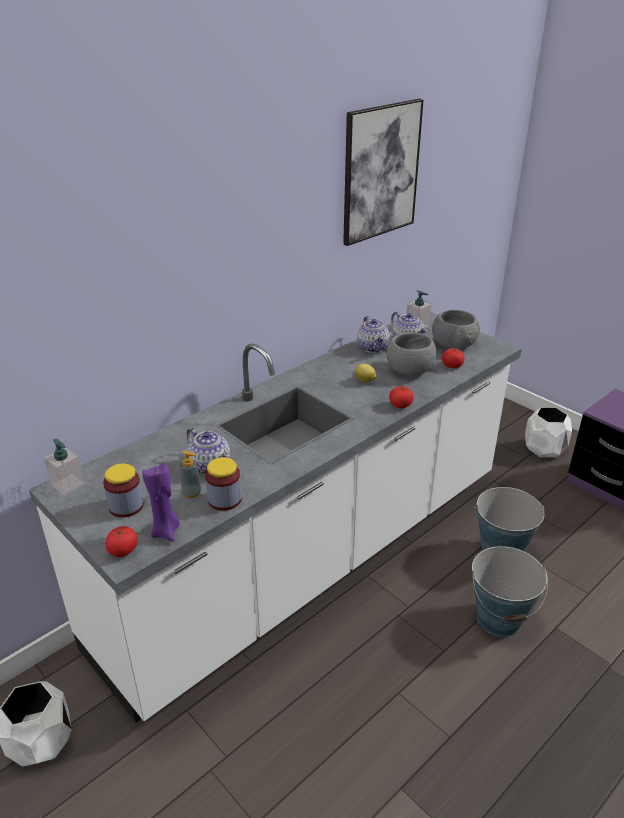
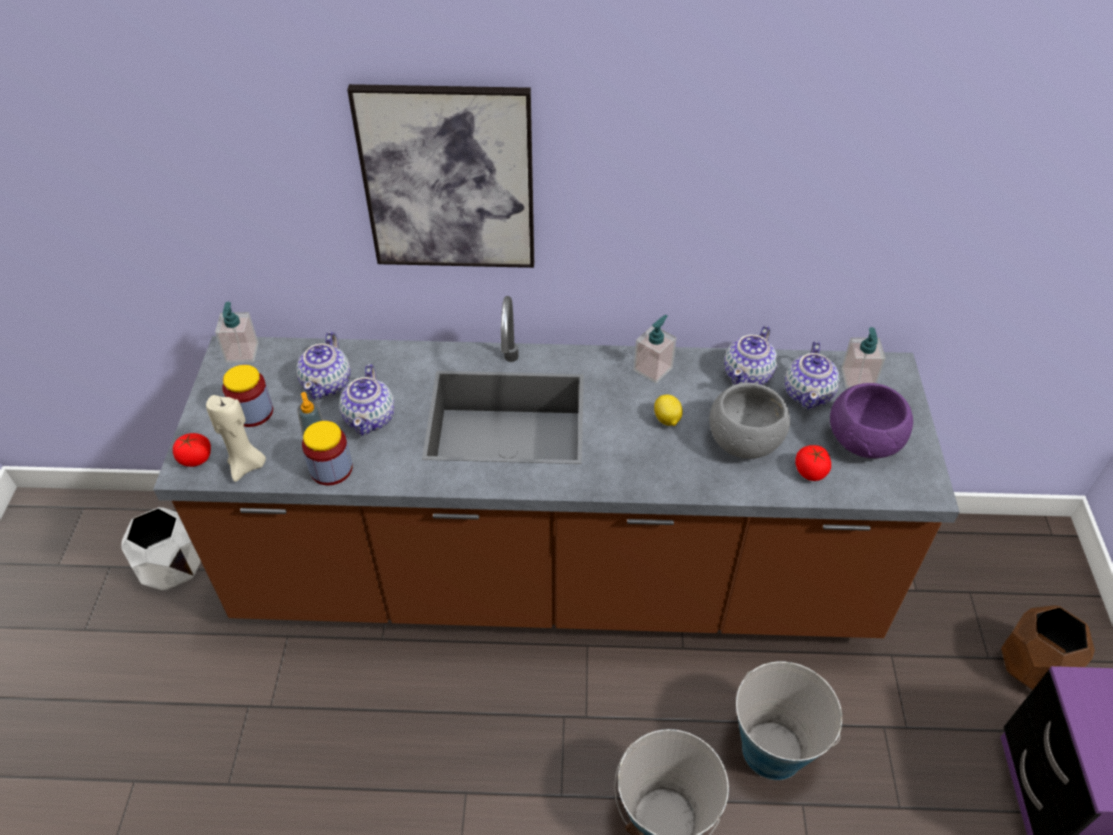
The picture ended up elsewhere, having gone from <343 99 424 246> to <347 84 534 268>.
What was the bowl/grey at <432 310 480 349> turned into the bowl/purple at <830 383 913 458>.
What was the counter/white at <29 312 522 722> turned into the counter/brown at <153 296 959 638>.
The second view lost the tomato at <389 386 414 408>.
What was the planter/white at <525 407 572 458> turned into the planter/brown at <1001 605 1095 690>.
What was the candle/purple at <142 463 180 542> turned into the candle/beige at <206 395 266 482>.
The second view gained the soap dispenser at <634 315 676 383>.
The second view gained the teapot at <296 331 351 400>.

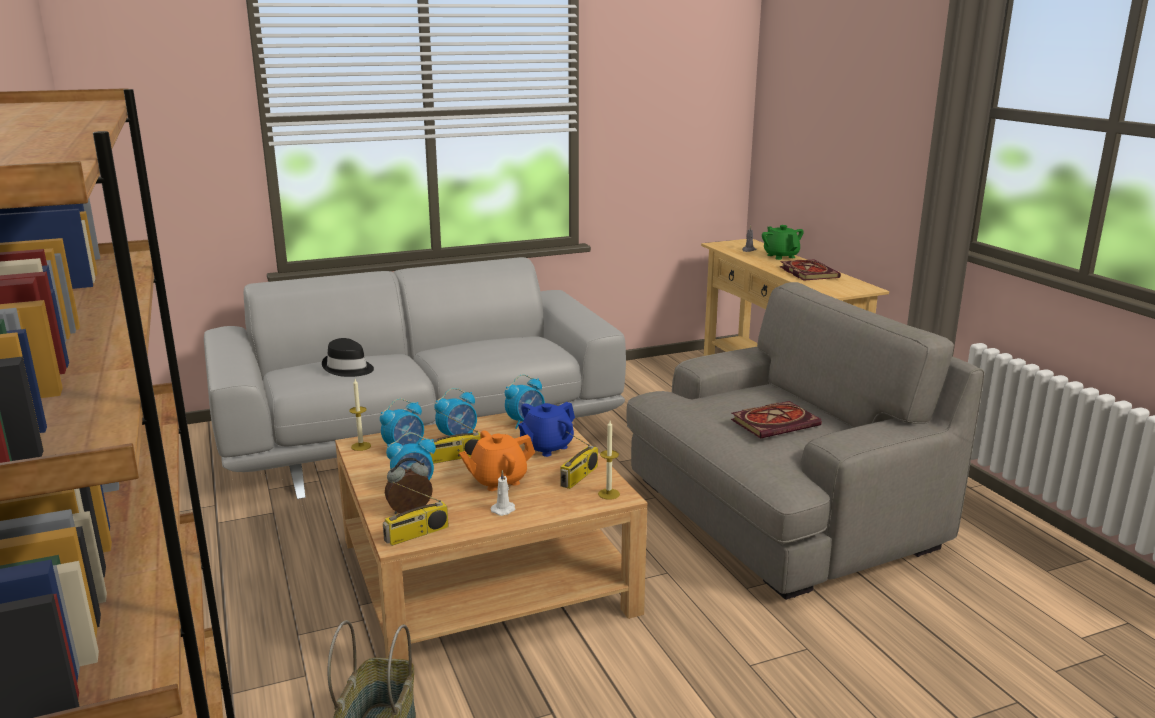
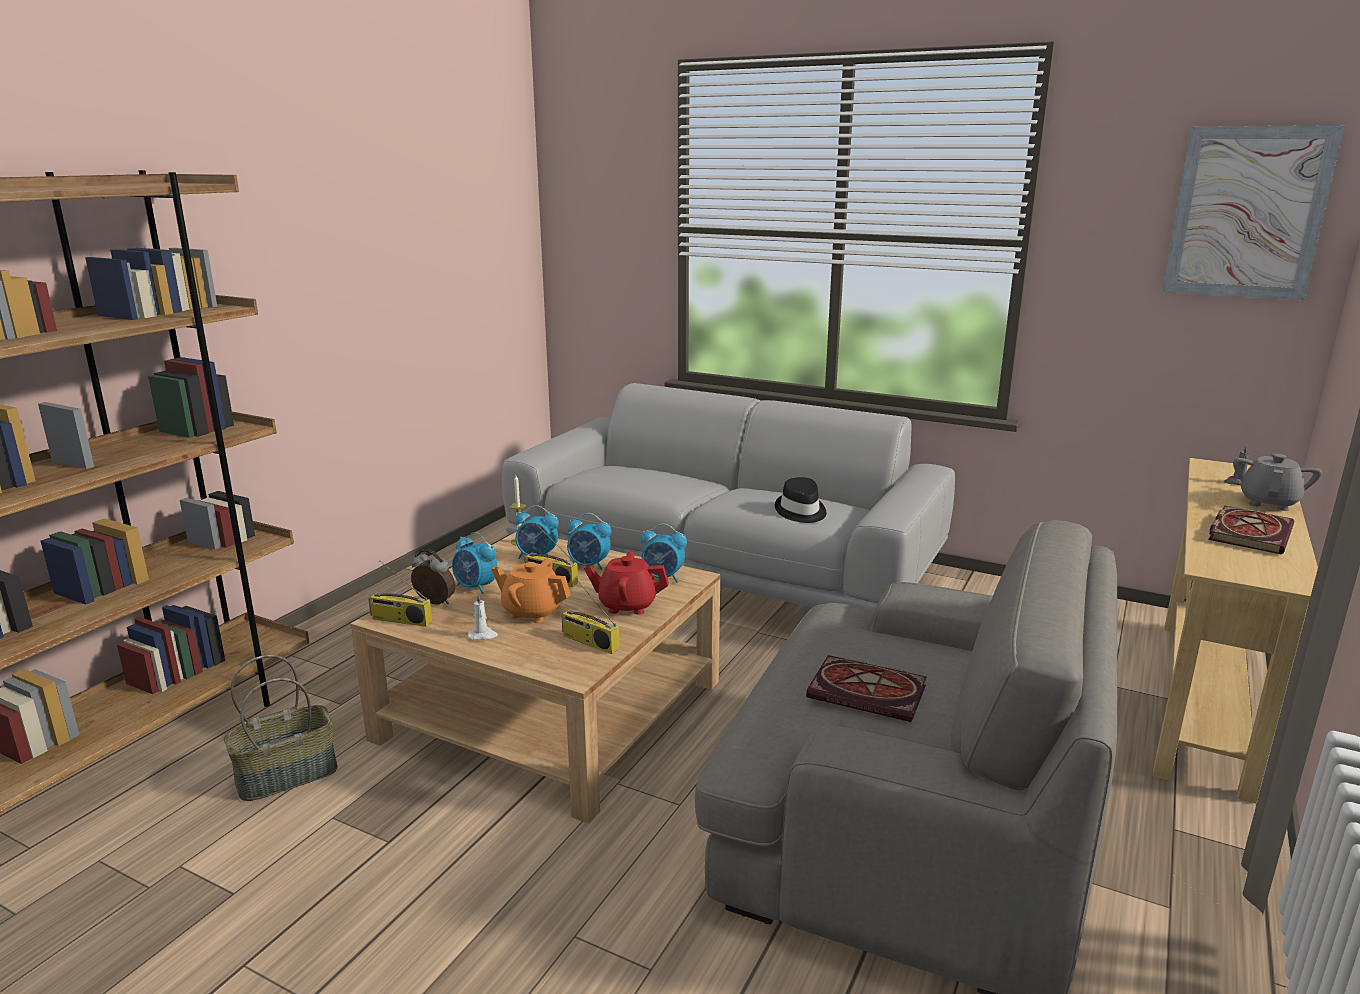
What was the teapot/green at <762 225 804 260> turned into the teapot/grey at <1233 453 1322 511>.
The hat/black ended up elsewhere, having gone from <322 338 374 377> to <775 477 827 523>.
What was the teapot/blue at <518 402 575 457> turned into the teapot/red at <584 552 669 615>.
The second view lost the candle at <598 421 620 500>.
The radio at <560 431 598 489> ended up facing another way, 45 degrees clockwise from before.
The second view gained the picture at <1162 125 1344 301>.

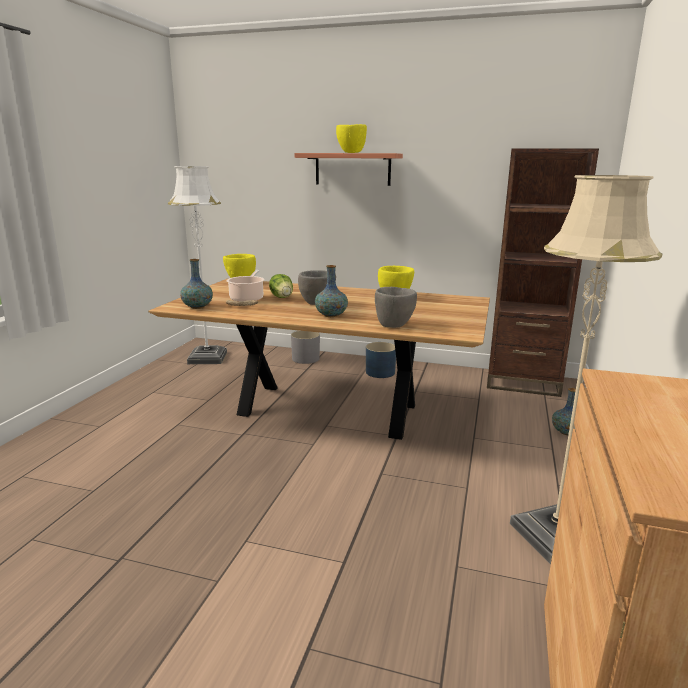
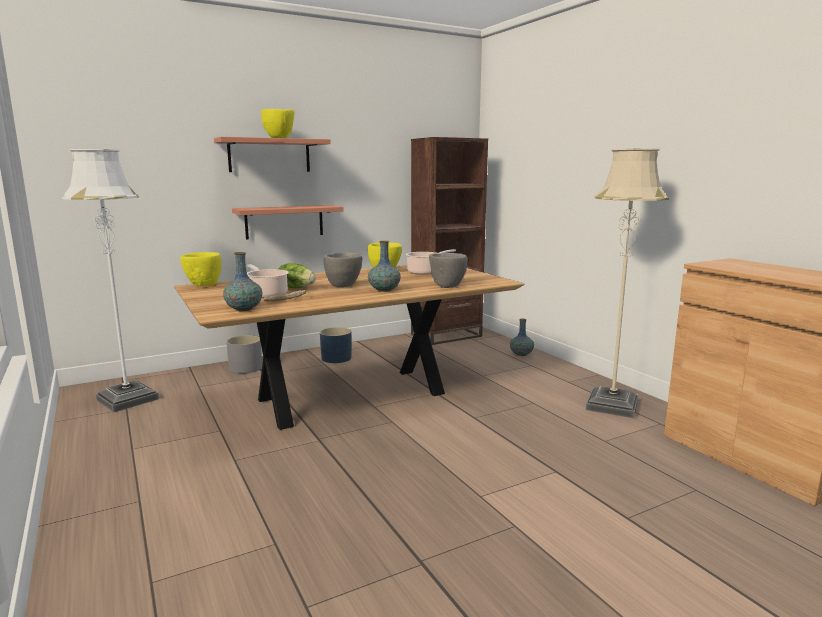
The second view gained the shelf at <232 205 344 239>.
The second view gained the cooking pot at <406 249 456 275>.

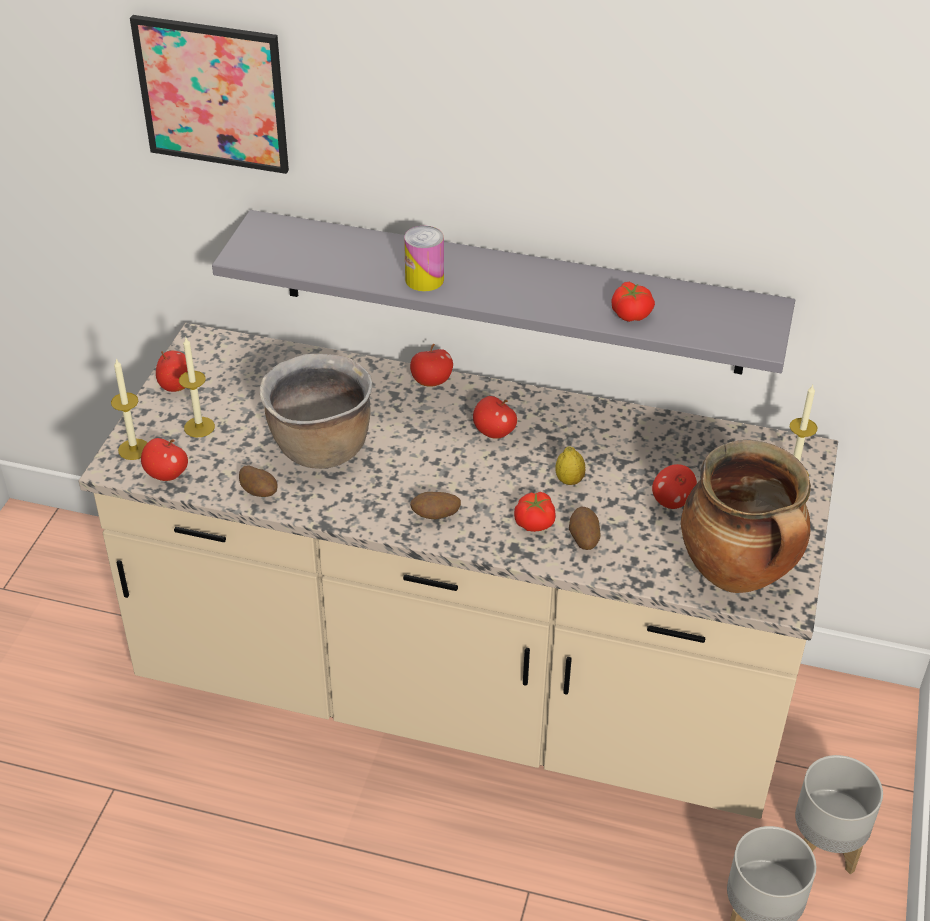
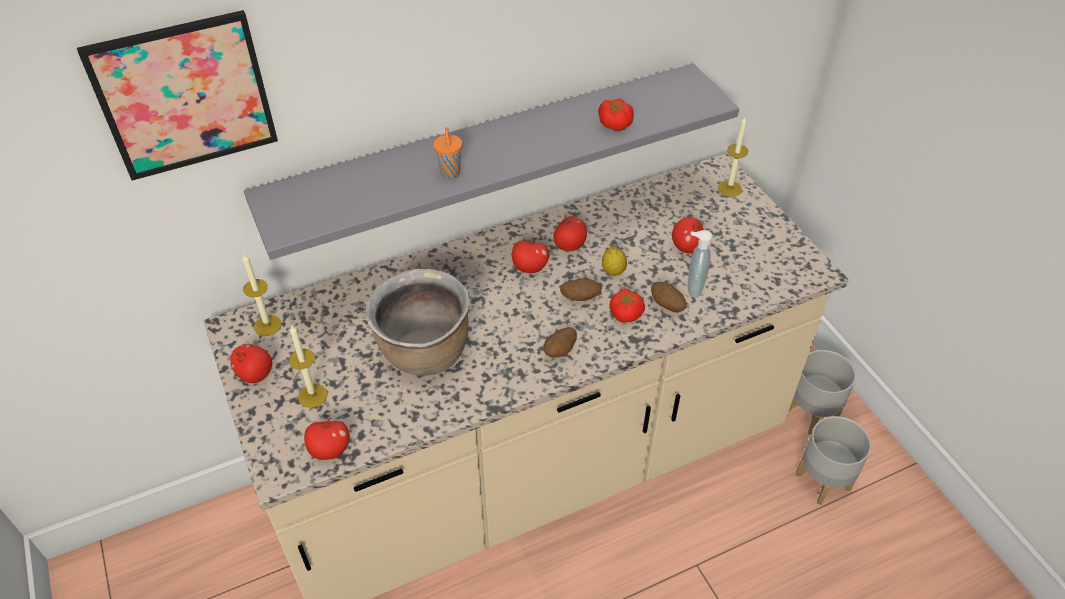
Where the can stood at <404 226 444 292>, the cup/orange came to stand at <433 127 462 179>.
The apple ended up elsewhere, having gone from <410 344 453 387> to <553 215 587 251>.
The candle ended up elsewhere, having gone from <111 359 147 460> to <243 254 281 336>.
The second view lost the cooking pot at <681 440 811 593>.
The potato ended up elsewhere, having gone from <239 466 277 497> to <560 278 602 301>.
The second view gained the soap dispenser at <688 230 713 298>.

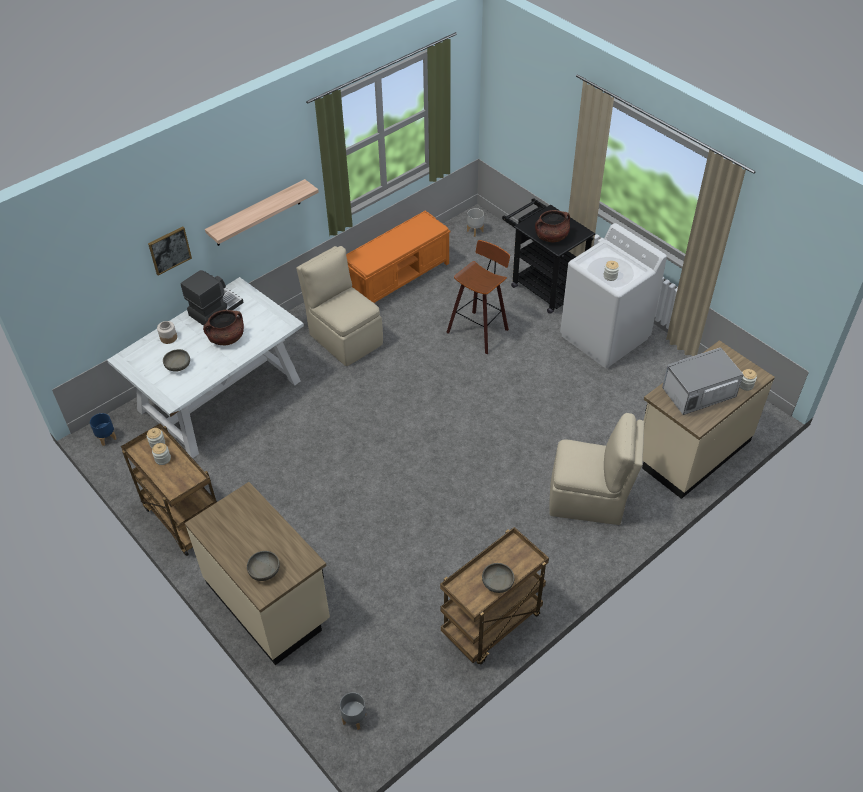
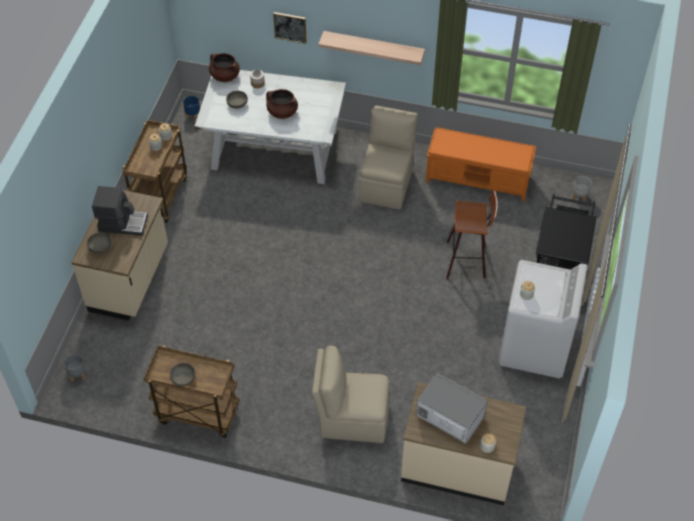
The cooking pot/brown ended up elsewhere, having gone from <535 210 570 242> to <209 53 240 82>.
The coffee machine ended up elsewhere, having gone from <181 270 244 326> to <92 186 148 236>.
The chair/beige at <549 413 644 525> ended up facing another way, 120 degrees clockwise from before.

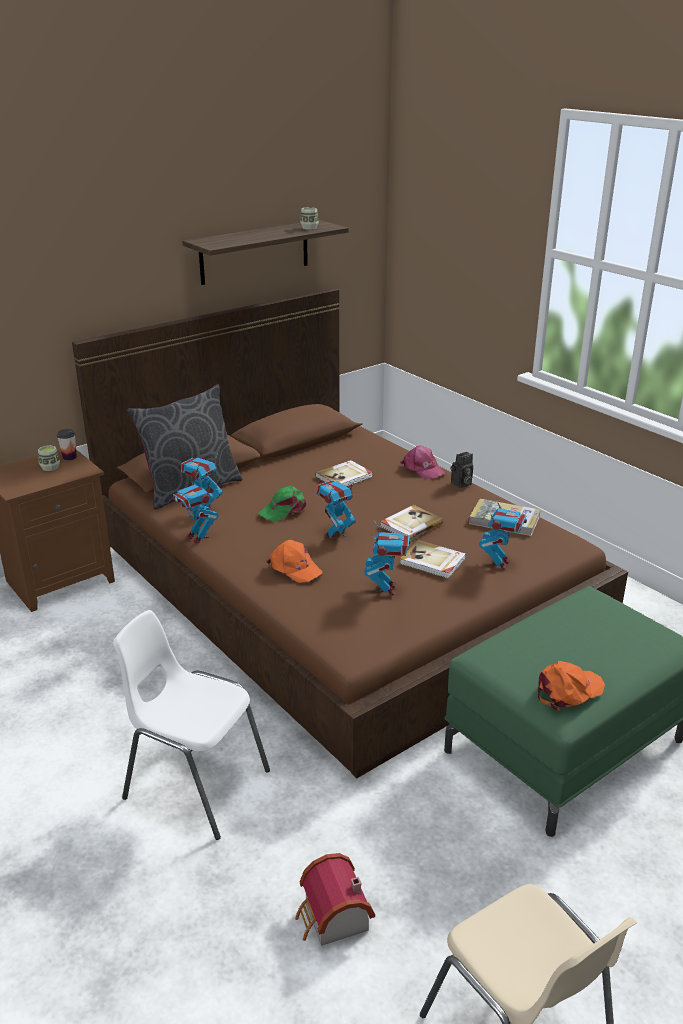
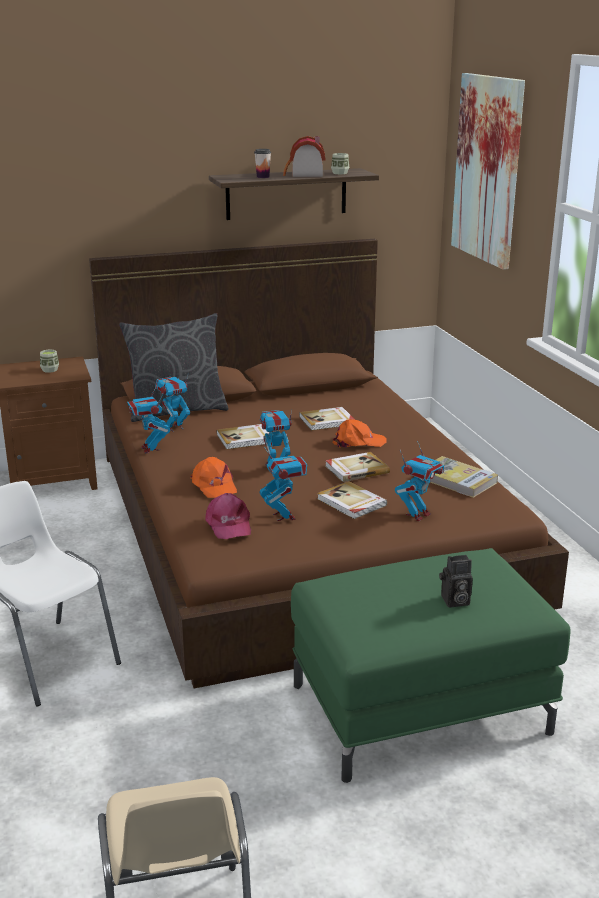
The cup ended up elsewhere, having gone from <57 429 77 461> to <254 149 271 178>.
The cap/pink ended up elsewhere, having gone from <400 446 445 479> to <205 493 251 539>.
The photo camera ended up elsewhere, having gone from <450 452 473 488> to <439 555 473 607>.
Where the cap/green stood at <258 486 307 522>, the book came to stand at <217 424 269 449>.
The toy robot at <364 520 410 595> ended up facing another way, 45 degrees counterclockwise from before.
The cap/orange ended up elsewhere, having gone from <537 661 605 711> to <333 419 387 448>.
The toy house ended up elsewhere, having gone from <295 853 375 946> to <283 136 326 177>.
The second view gained the picture at <451 73 525 270>.

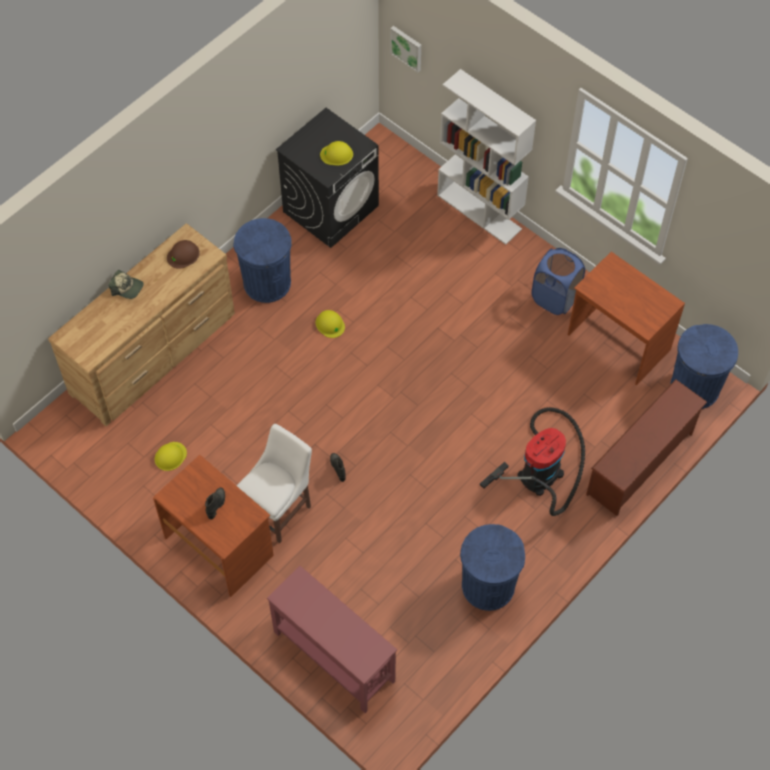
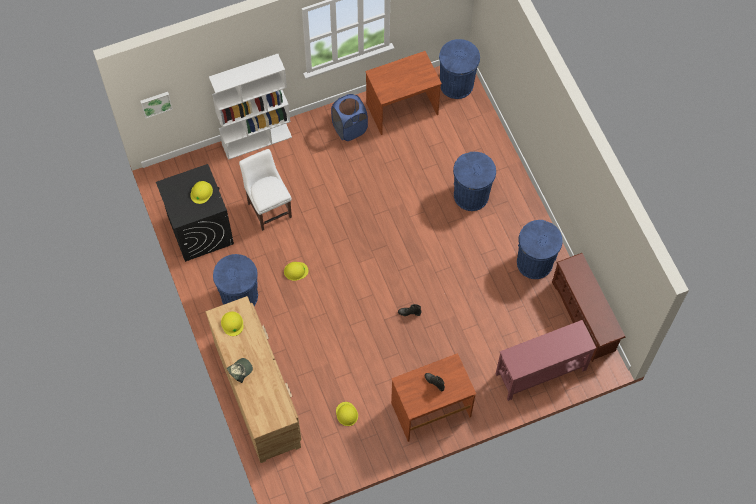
What was the hard hat/brown at <167 240 200 269> turned into the hard hat/yellow at <221 312 244 336>.
The shoe rack/brown ended up elsewhere, having gone from <586 379 707 516> to <552 253 626 362>.
Where the vacuum cleaner stood at <480 407 585 516>, the trash can/blue came to stand at <453 152 496 211>.
The chair/white ended up elsewhere, having gone from <236 424 312 543> to <239 149 292 231>.

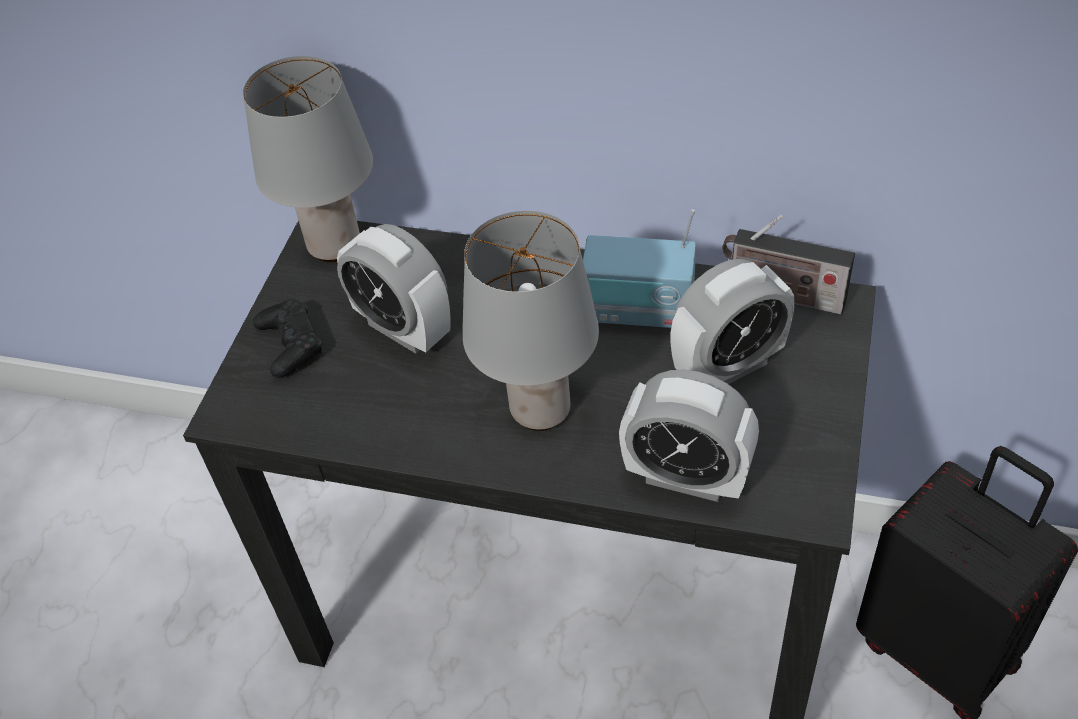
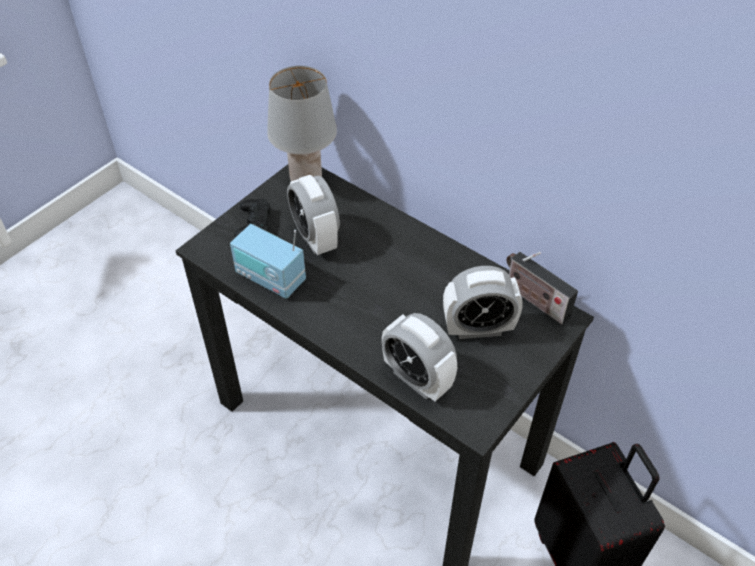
The radio ended up elsewhere, having gone from <583 209 696 328> to <230 224 306 299>.
The second view lost the table lamp/grey at <463 211 599 431>.

